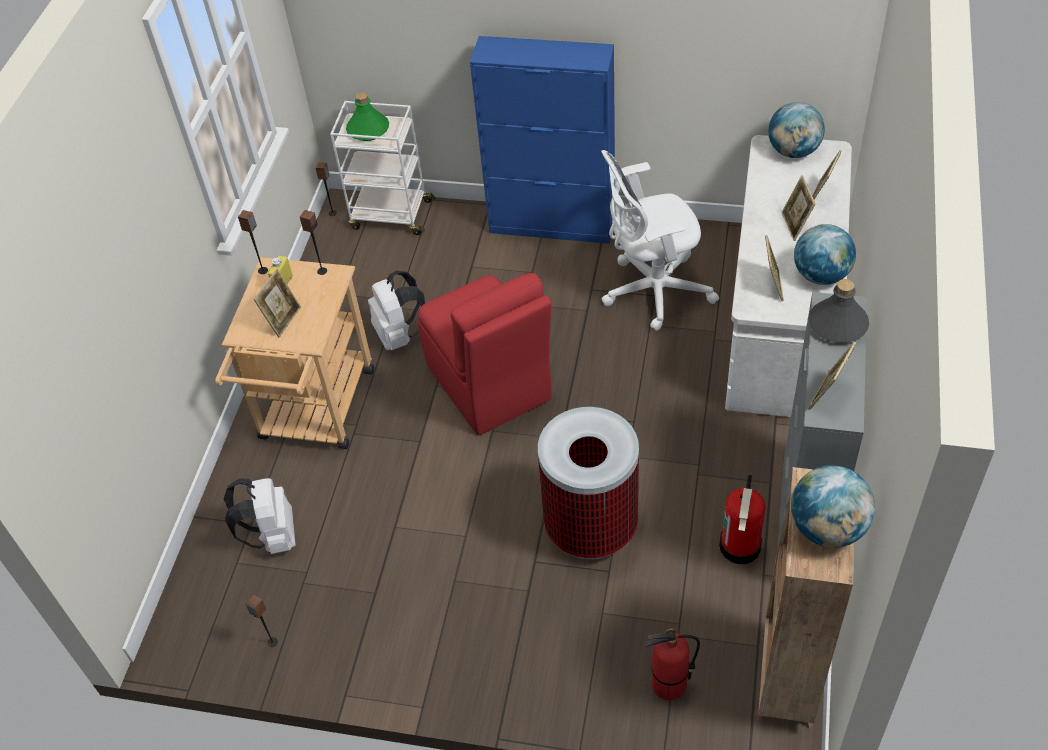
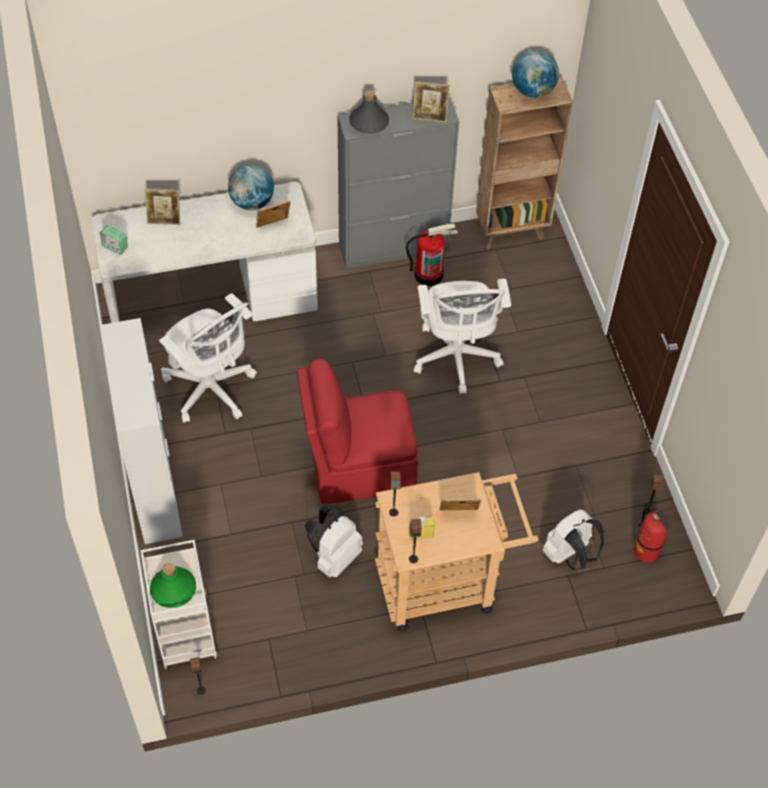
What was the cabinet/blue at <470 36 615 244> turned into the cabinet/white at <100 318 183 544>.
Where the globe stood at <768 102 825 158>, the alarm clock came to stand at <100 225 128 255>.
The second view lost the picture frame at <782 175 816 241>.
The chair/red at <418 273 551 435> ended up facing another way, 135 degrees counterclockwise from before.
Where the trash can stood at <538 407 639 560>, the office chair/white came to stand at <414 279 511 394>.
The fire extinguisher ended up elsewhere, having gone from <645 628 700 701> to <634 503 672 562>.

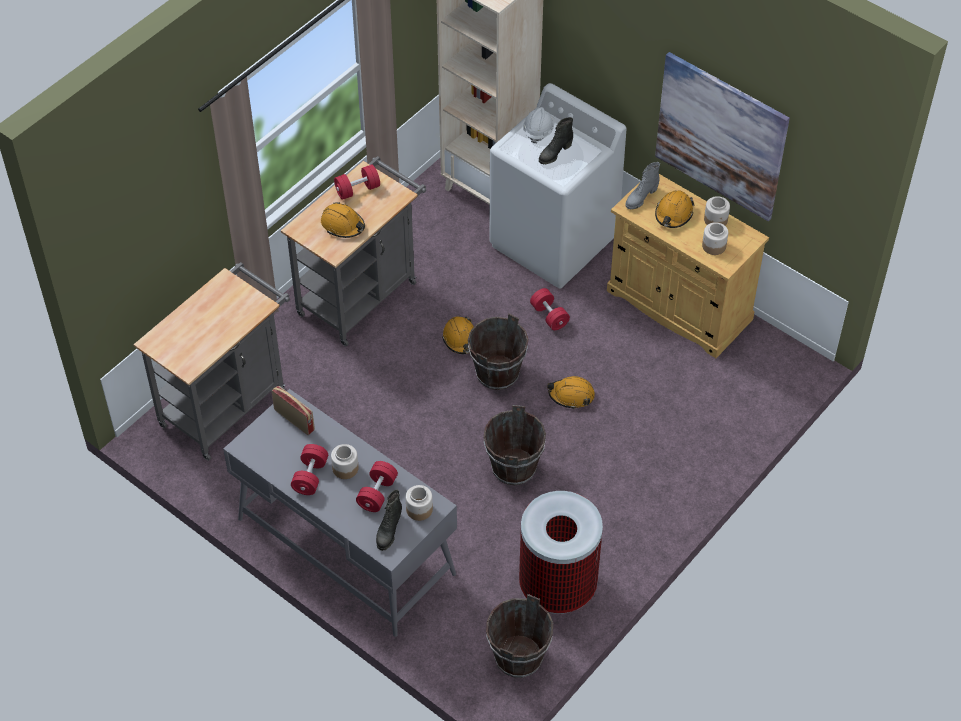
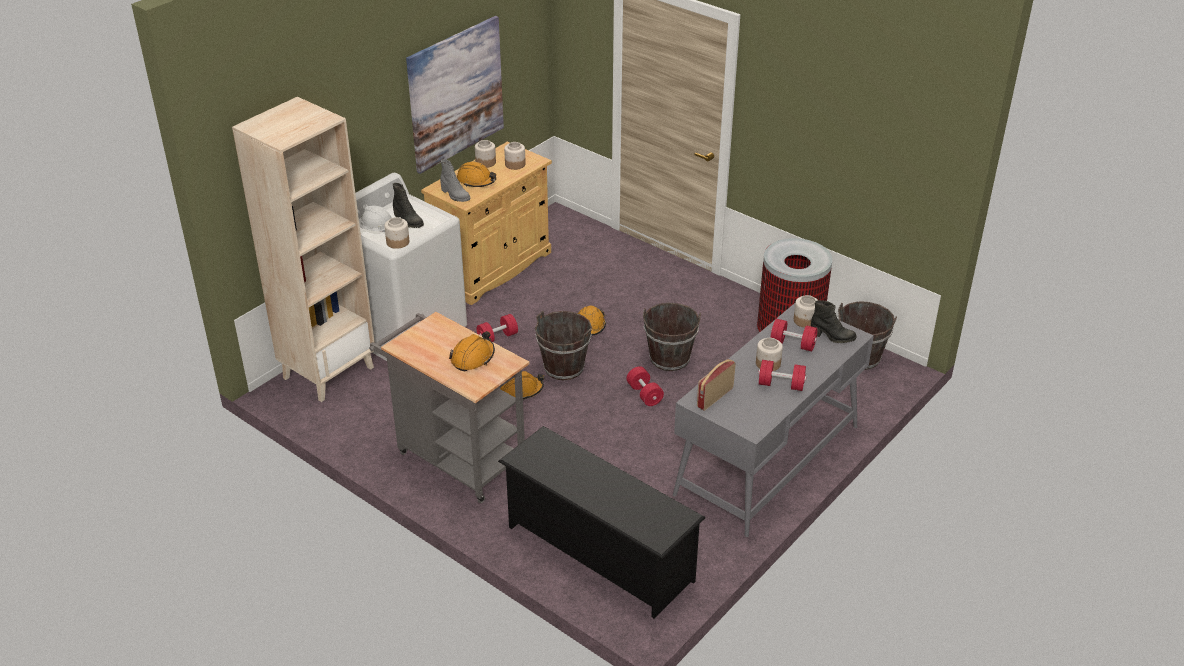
The dumbbell/red ended up elsewhere, having gone from <334 165 380 200> to <627 366 664 406>.
Where the cart/grey stood at <134 262 290 461>, the shoe rack/black came to stand at <498 426 705 618>.
The second view gained the jar at <384 217 409 249>.

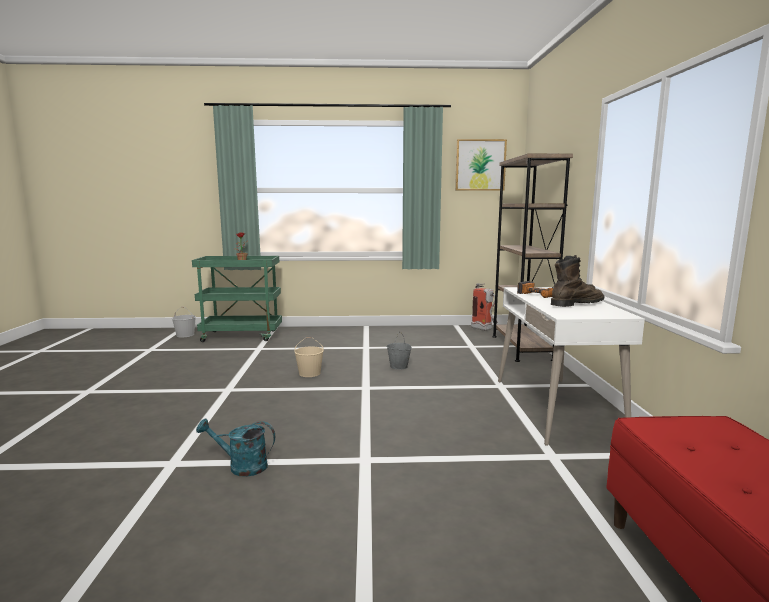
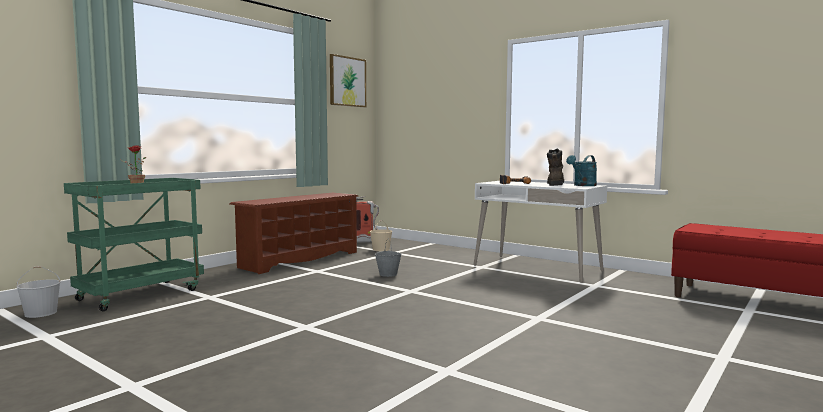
The second view lost the bookcase/brown at <492 154 573 362>.
The bucket/beige ended up elsewhere, having gone from <294 337 324 377> to <370 220 392 251>.
The watering can/turquoise ended up elsewhere, having gone from <196 419 275 477> to <566 155 597 186>.
The second view gained the shoe rack/brown at <230 193 358 274>.

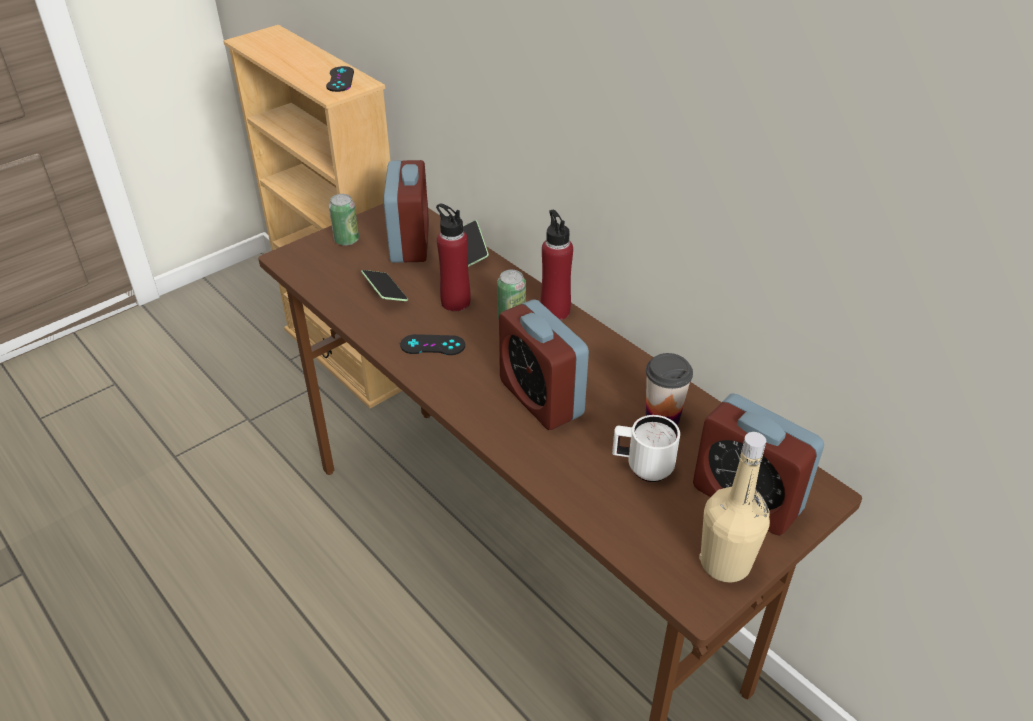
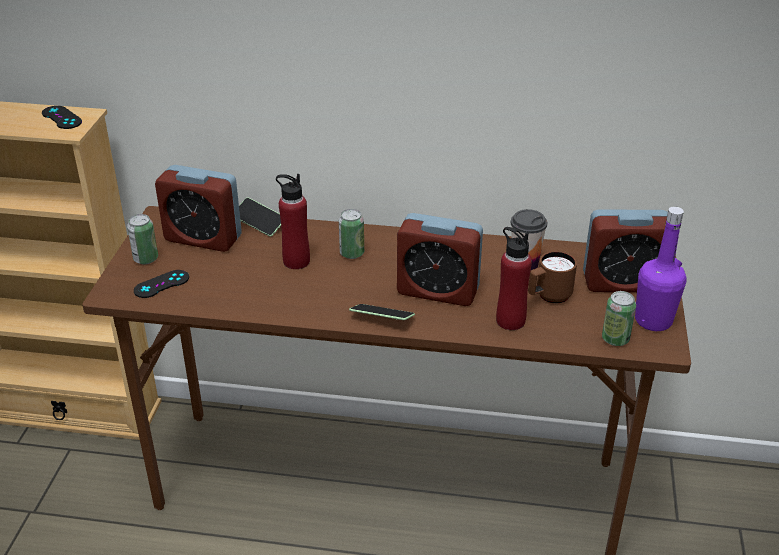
The alarm clock at <383 160 429 263> ended up facing another way, 150 degrees clockwise from before.
The bottle/red ended up elsewhere, having gone from <540 209 573 320> to <496 227 532 330>.
The phone ended up elsewhere, having gone from <361 270 408 301> to <349 304 415 320>.
The game controller/black ended up elsewhere, having gone from <400 334 465 355> to <134 270 189 298>.
What was the mug/white at <612 415 680 482> turned into the mug/brown at <528 251 577 304>.
What was the bottle/beige at <699 432 770 583> turned into the bottle/purple at <635 206 687 331>.
The second view gained the can at <602 291 636 346>.

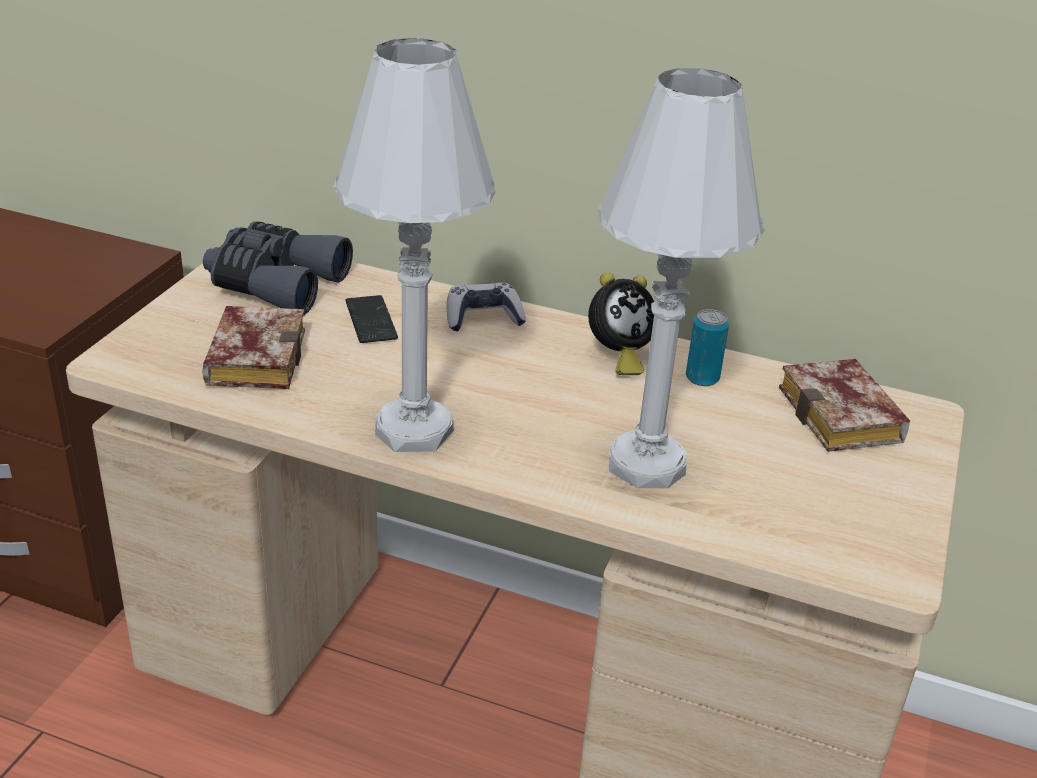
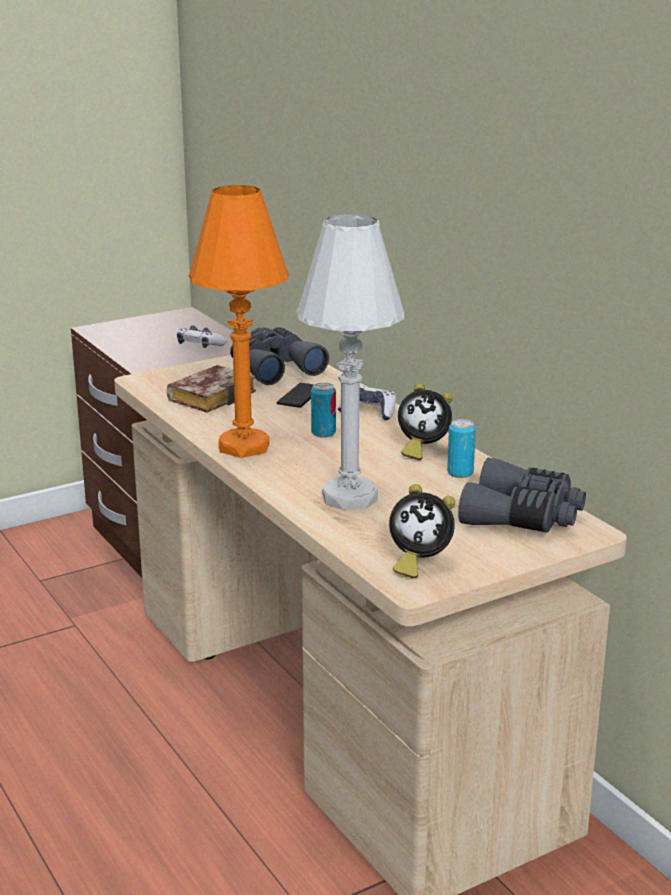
What was the table lamp/white at <333 38 496 452> turned into the table lamp/orange at <189 185 289 458>.
Where the book stood at <779 359 910 452>, the binoculars/grey came to stand at <458 458 586 533>.
The second view gained the game controller at <177 325 227 348>.
The second view gained the can at <311 383 336 438>.
The second view gained the alarm clock at <389 484 455 578>.

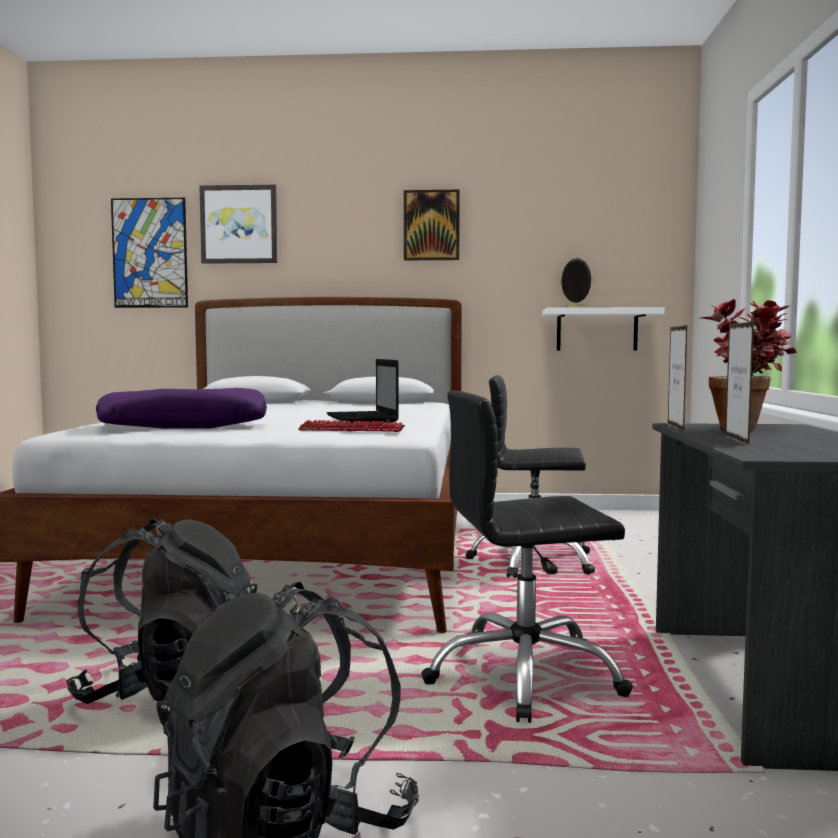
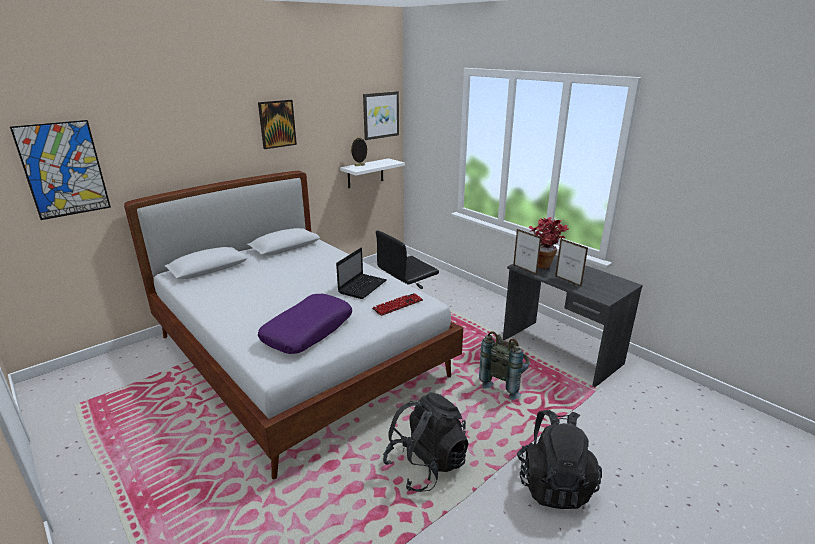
The picture ended up elsewhere, having gone from <199 185 277 264> to <363 91 399 140>.
The laptop at <327 359 399 423> ended up facing another way, 90 degrees counterclockwise from before.
Where the office chair/black stood at <421 391 633 723>, the backpack/grey came to stand at <479 331 530 400>.

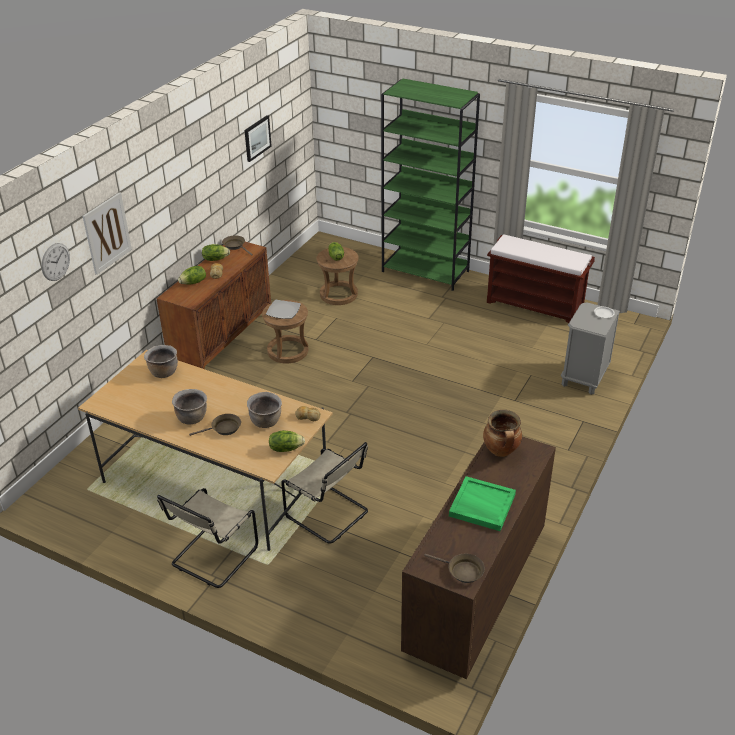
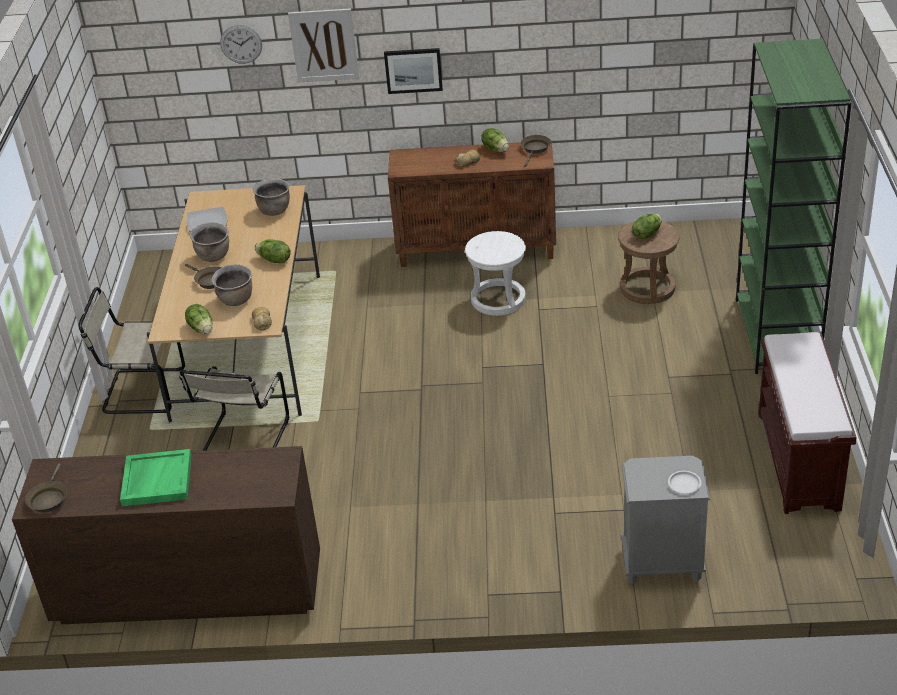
The picture ended up elsewhere, having gone from <244 115 272 162> to <384 48 443 94>.
The lettuce ended up elsewhere, having gone from <178 266 206 285> to <255 239 291 263>.
What was the stool/brown at <262 300 308 364> turned into the stool/white at <465 231 526 316>.
The plate ended up elsewhere, having gone from <266 300 301 319> to <187 207 227 232>.
The second view lost the cooking pot at <483 410 522 457>.

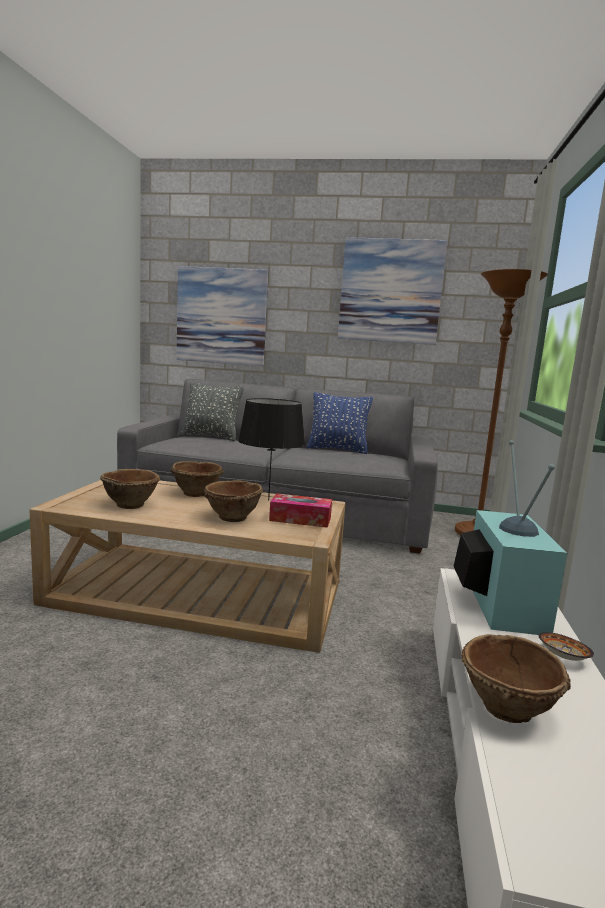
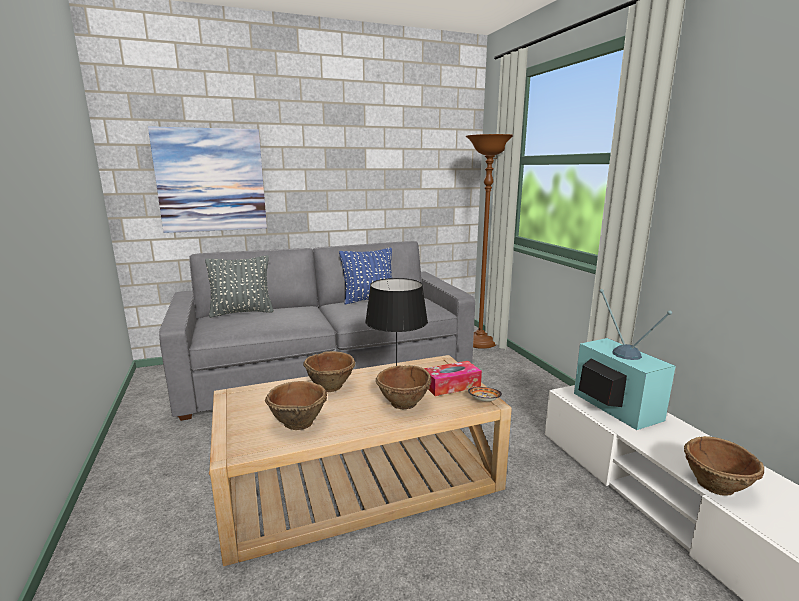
The second view lost the picture at <338 237 447 345>.
The bowl ended up elsewhere, having gone from <539 632 594 661> to <468 387 502 402>.

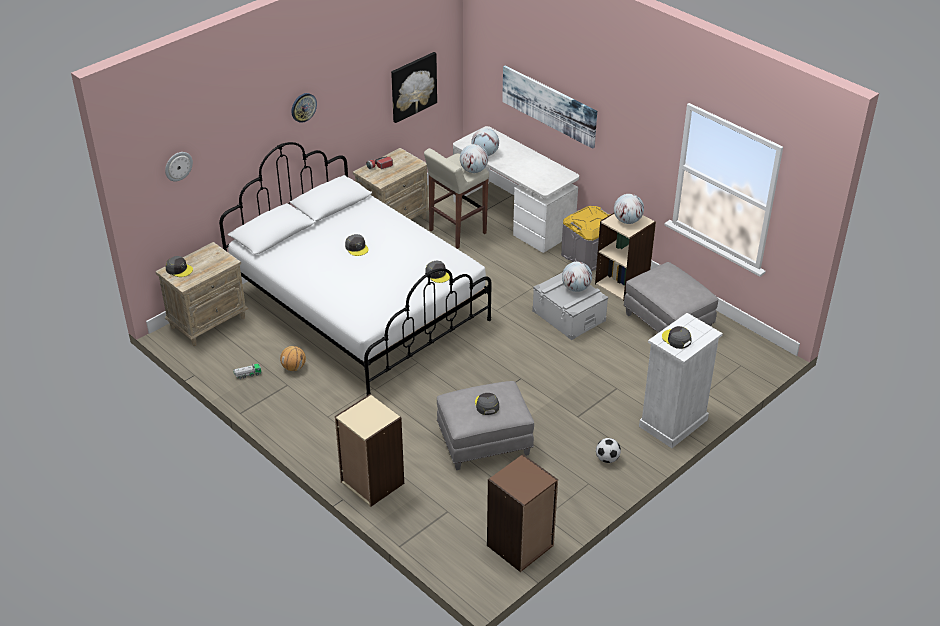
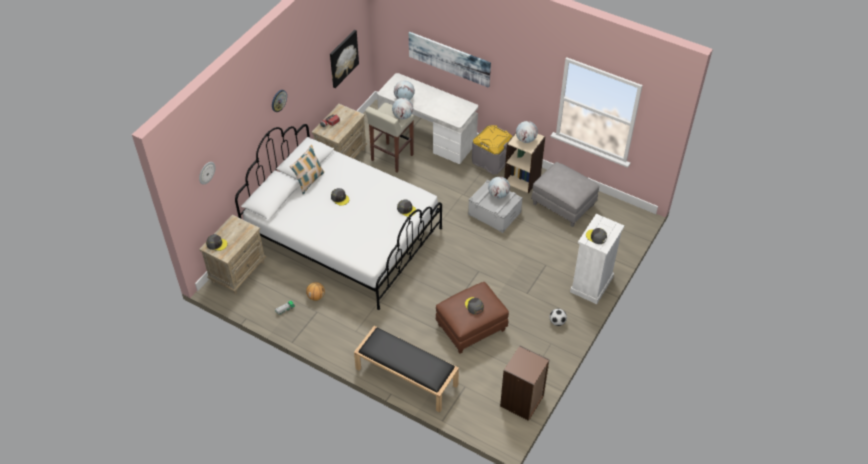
What was the ottoman/grey at <437 381 534 470> turned into the ottoman/brown at <436 282 509 354>.
Where the bookcase/beige stood at <335 394 404 507>, the bench/black came to stand at <354 326 459 413>.
The second view gained the pillow at <290 145 324 194>.

